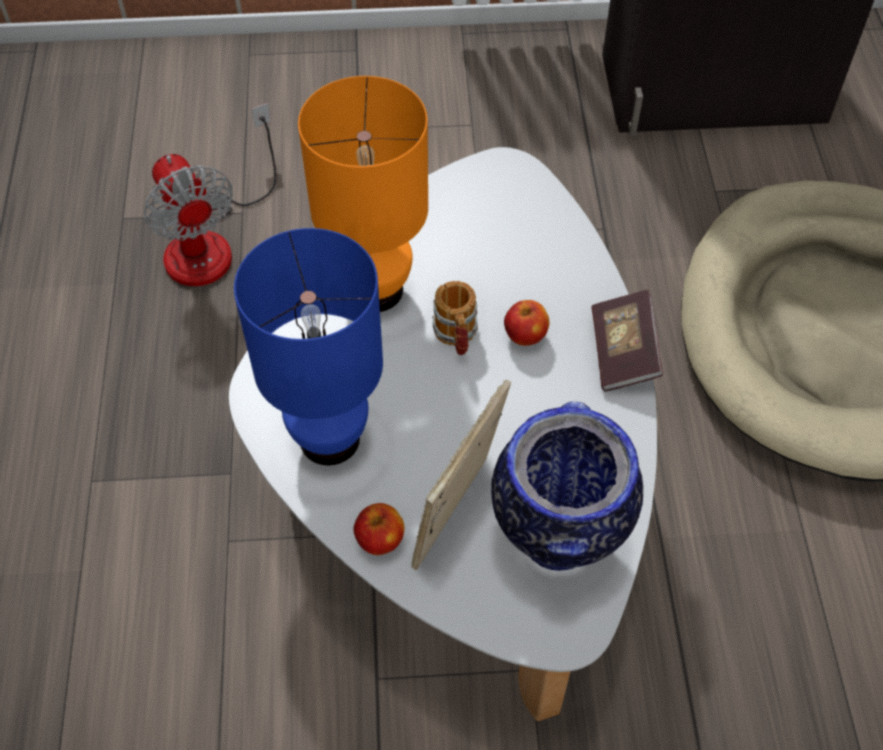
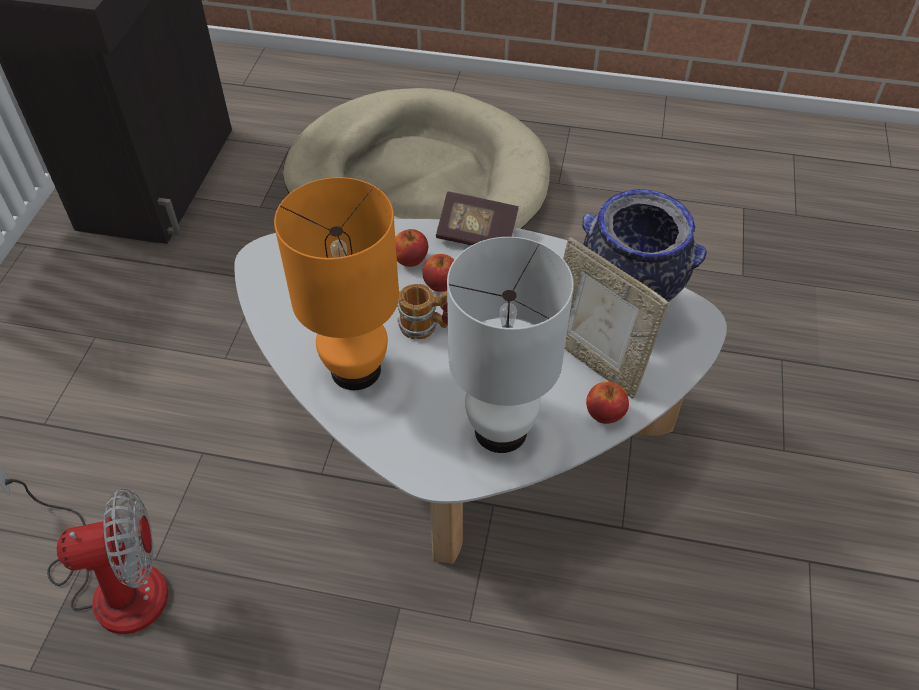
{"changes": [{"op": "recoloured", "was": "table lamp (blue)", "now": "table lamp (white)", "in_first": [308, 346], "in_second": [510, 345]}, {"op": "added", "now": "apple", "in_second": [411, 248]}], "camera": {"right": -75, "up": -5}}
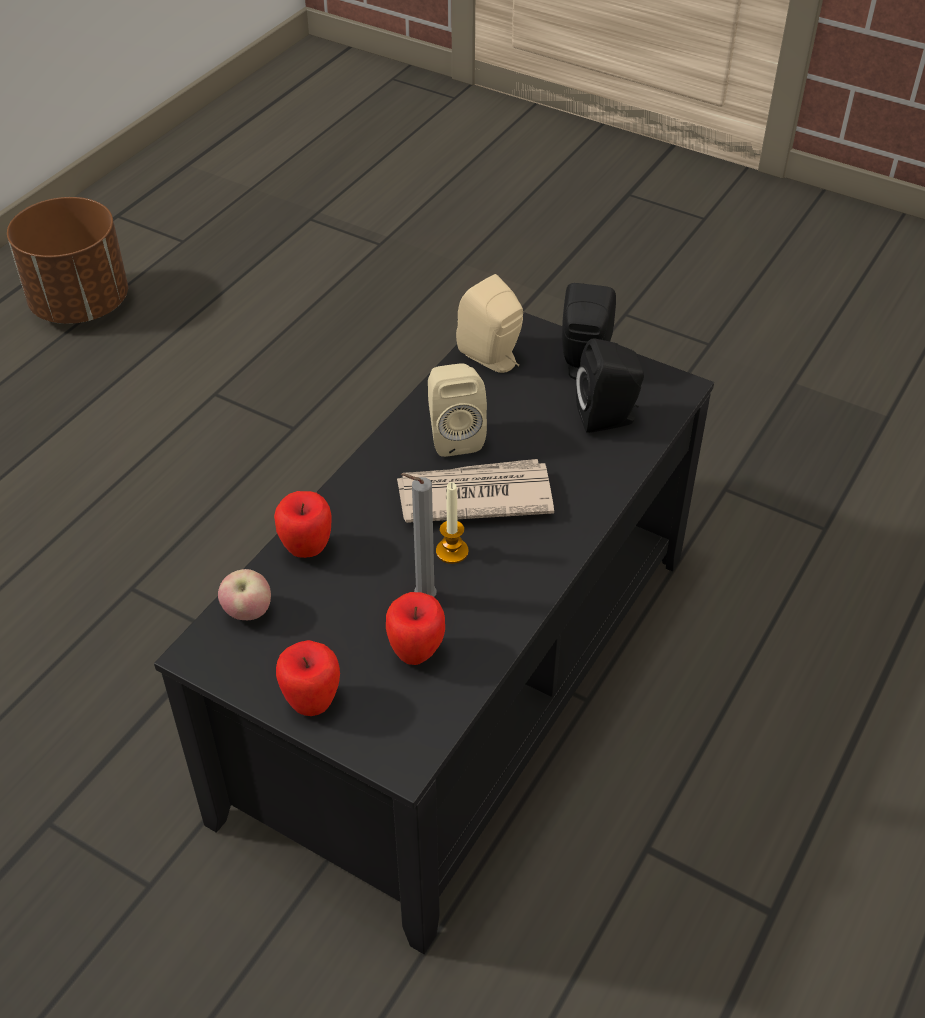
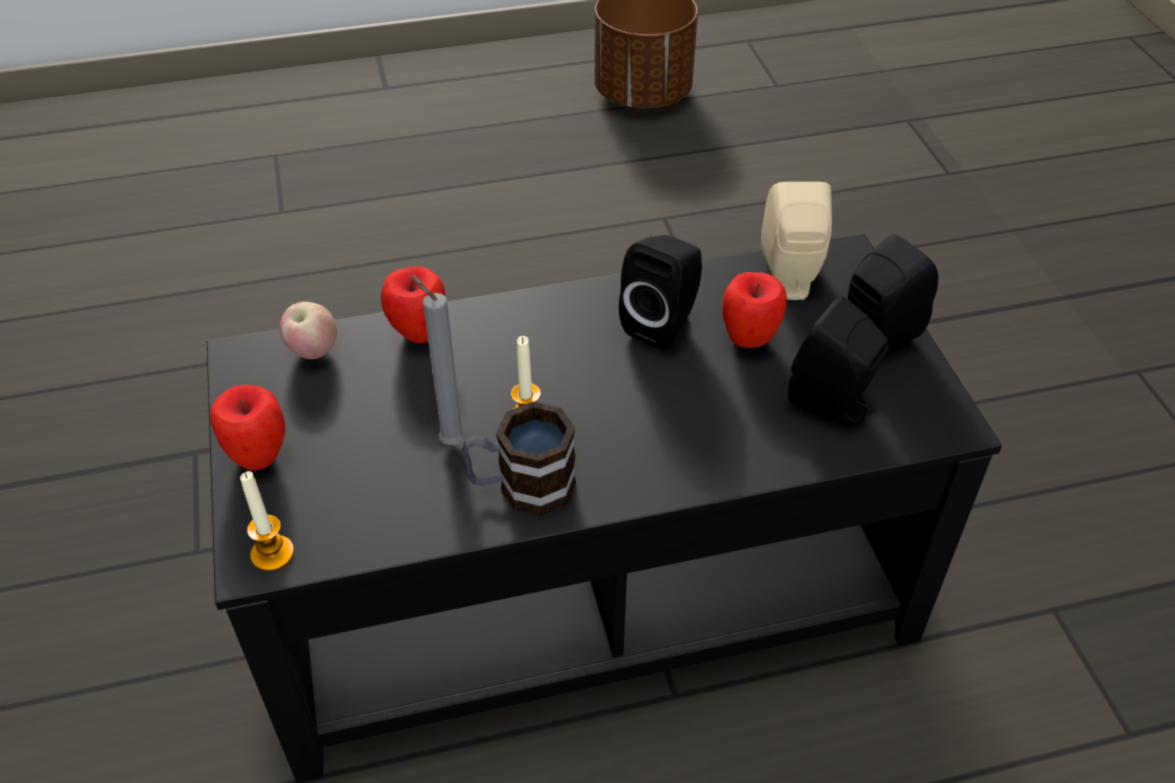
{"changes": [{"op": "recoloured", "was": "speaker (beige)", "now": "speaker (black)", "in_first": [457, 410], "in_second": [660, 292]}, {"op": "removed", "was": "newspaper", "in_first": [475, 491]}, {"op": "moved", "was": "apple", "in_first": [415, 628], "in_second": [754, 310]}, {"op": "added", "now": "mug", "in_second": [519, 459]}, {"op": "added", "now": "candle", "in_second": [267, 521]}], "camera": {"right": 45, "up": 0}}
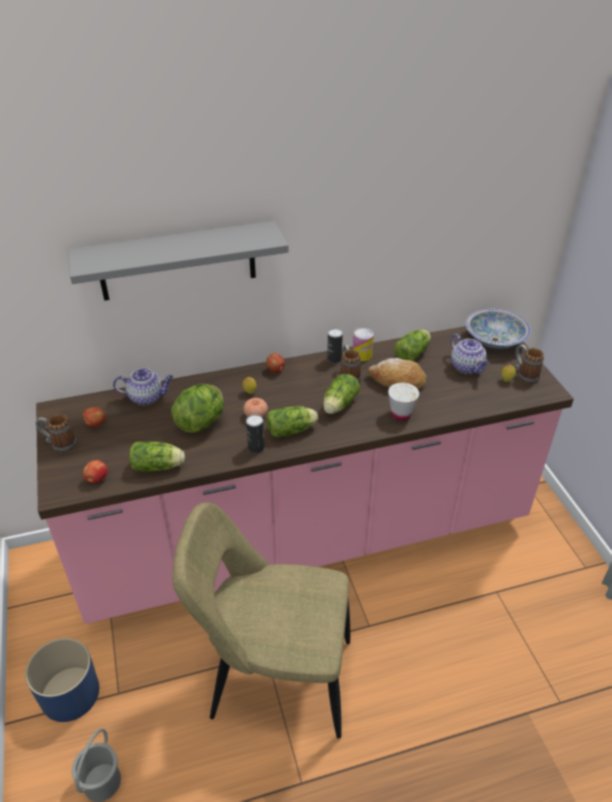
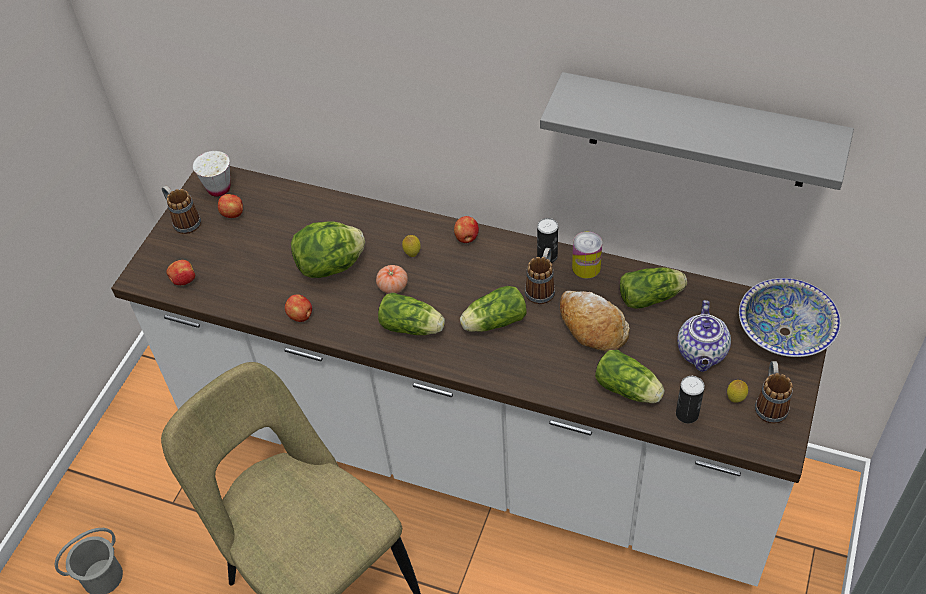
{"changes": [{"op": "moved", "was": "shelf (grey)", "in_first": [178, 261], "in_second": [697, 131]}, {"op": "recoloured", "was": "counter (pink)", "now": "counter (white)", "in_first": [305, 475], "in_second": [469, 376]}, {"op": "removed", "was": "teapot", "in_first": [143, 387]}, {"op": "moved", "was": "cup (white)", "in_first": [403, 402], "in_second": [211, 174]}, {"op": "moved", "was": "can", "in_first": [255, 433], "in_second": [690, 399]}, {"op": "moved", "was": "lettuce", "in_first": [157, 456], "in_second": [630, 376]}, {"op": "removed", "was": "planter (blue)", "in_first": [62, 680]}, {"op": "added", "now": "apple", "in_second": [298, 308]}], "camera": {"right": 40, "up": 10}}
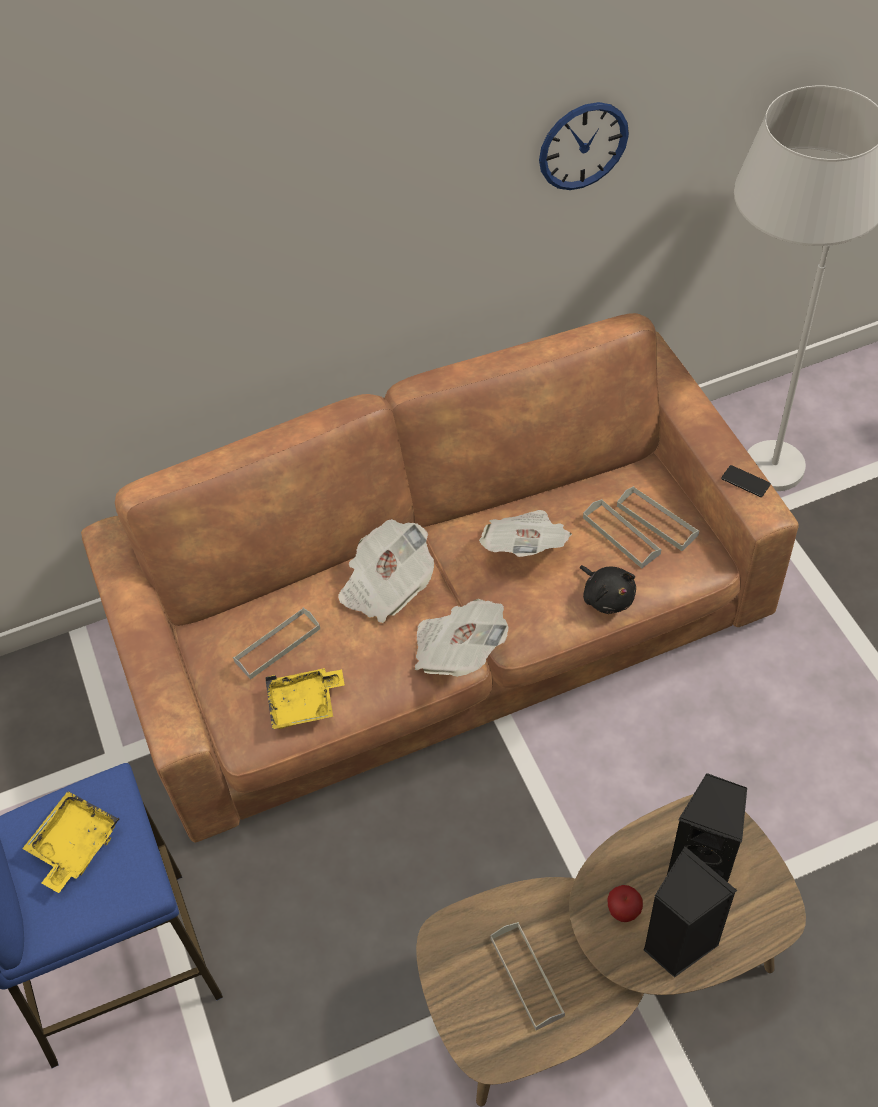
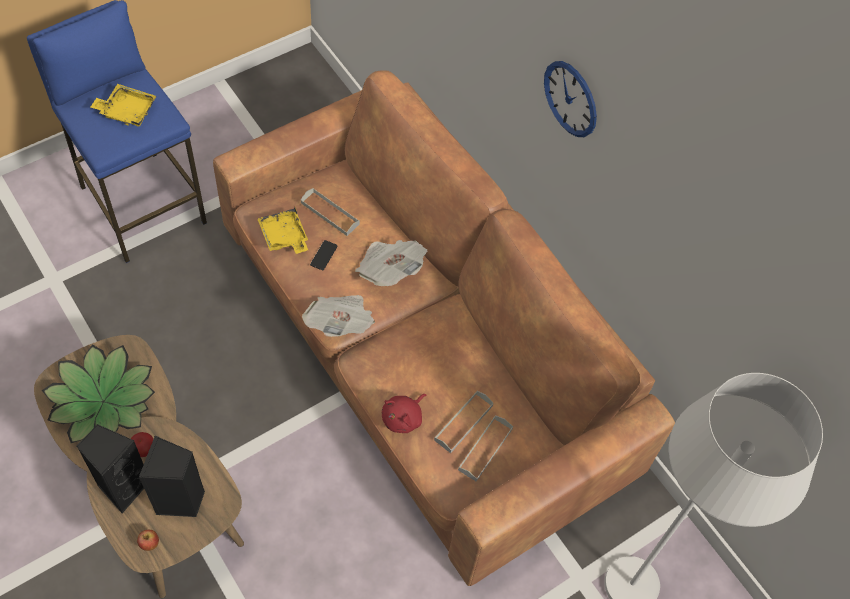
{"changes": [{"op": "moved", "was": "wall clock", "in_first": [584, 146], "in_second": [570, 99]}, {"op": "moved", "was": "phone", "in_first": [746, 481], "in_second": [324, 255]}, {"op": "removed", "was": "newspaper", "in_first": [525, 533]}, {"op": "recoloured", "was": "plush toy (black)", "now": "plush toy (red)", "in_first": [608, 589], "in_second": [404, 413]}, {"op": "replaced", "was": "tray (grey)", "now": "potted plant", "in_first": [527, 976], "in_second": [98, 394]}, {"op": "added", "now": "apple", "in_second": [148, 540]}], "camera": {"right": 70, "up": 5}}
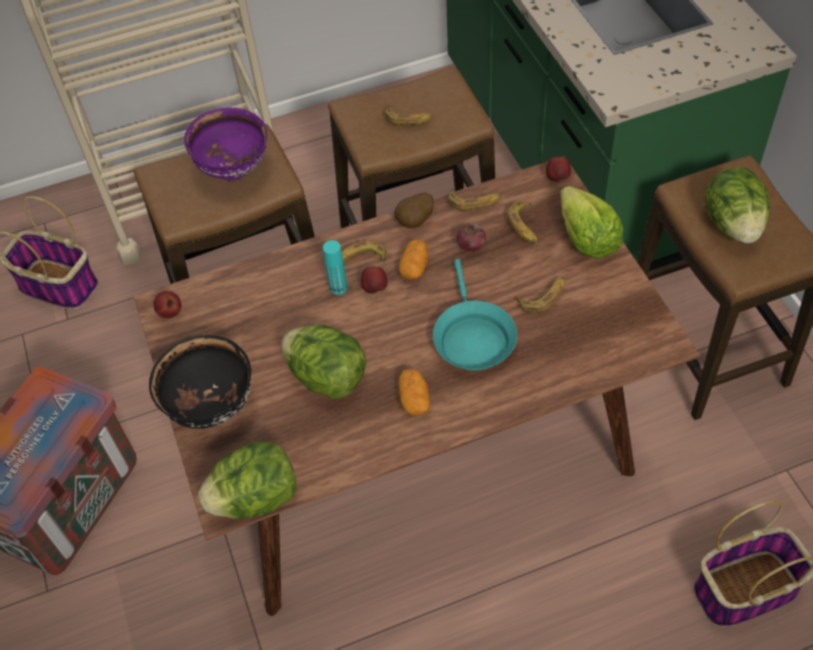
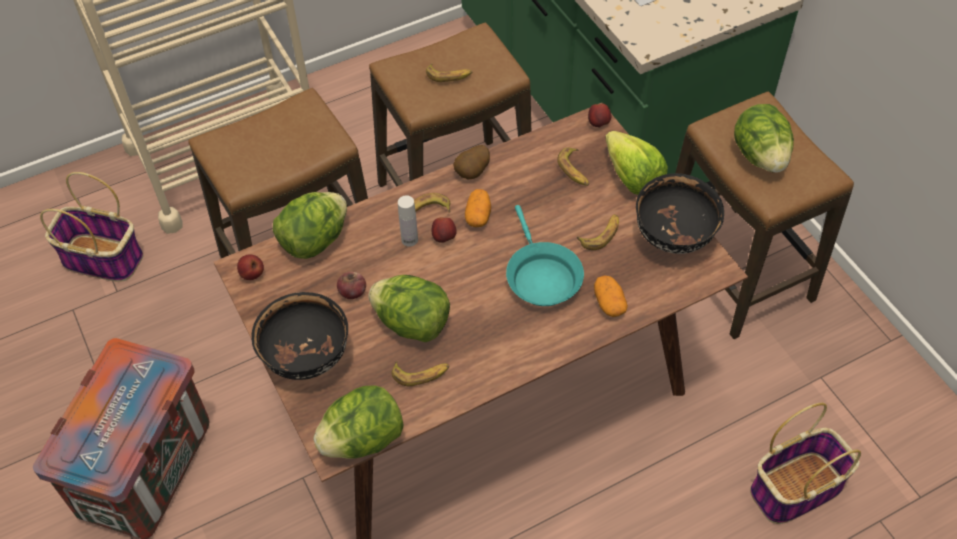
{"changes": [{"op": "removed", "was": "bowl (purple)", "in_first": [225, 144]}, {"op": "moved", "was": "banana", "in_first": [474, 200], "in_second": [421, 373]}, {"op": "moved", "was": "apple", "in_first": [471, 237], "in_second": [351, 285]}, {"op": "recoloured", "was": "bottle (turquoise)", "now": "bottle (white)", "in_first": [335, 267], "in_second": [408, 221]}, {"op": "moved", "was": "potato", "in_first": [414, 392], "in_second": [611, 296]}, {"op": "added", "now": "bowl (black)", "in_second": [680, 213]}, {"op": "added", "now": "lettuce", "in_second": [310, 225]}], "camera": {"right": -10, "up": 0}}
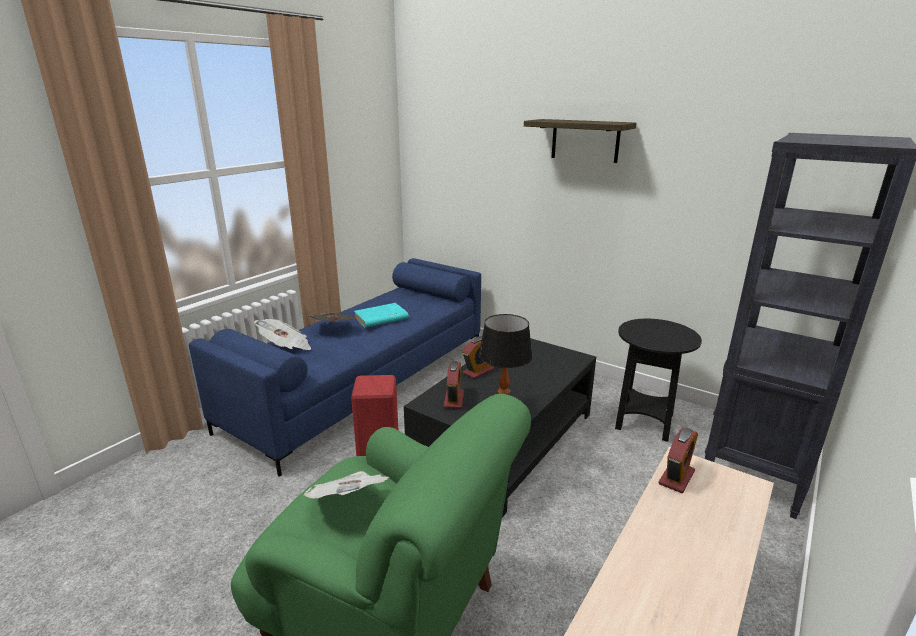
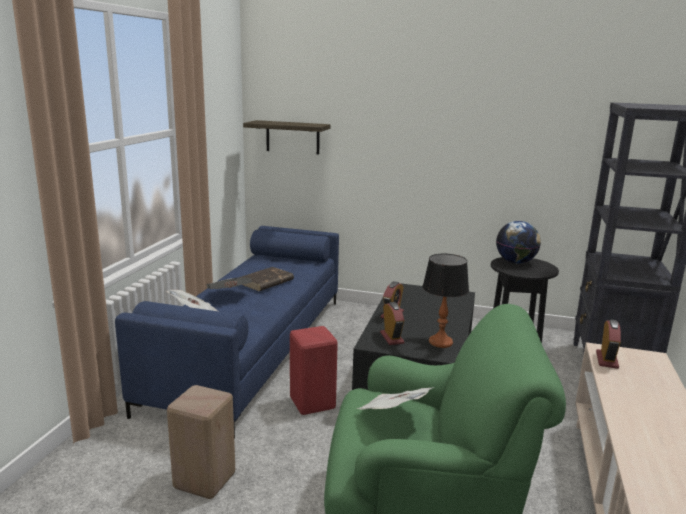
{"changes": [{"op": "moved", "was": "shelf", "in_first": [580, 141], "in_second": [287, 137]}, {"op": "recoloured", "was": "book (turquoise)", "now": "book (brown)", "in_first": [381, 315], "in_second": [267, 279]}, {"op": "added", "now": "globe", "in_second": [518, 242]}, {"op": "added", "now": "stool (beige)", "in_second": [201, 442]}], "camera": {"right": -20, "up": -5}}
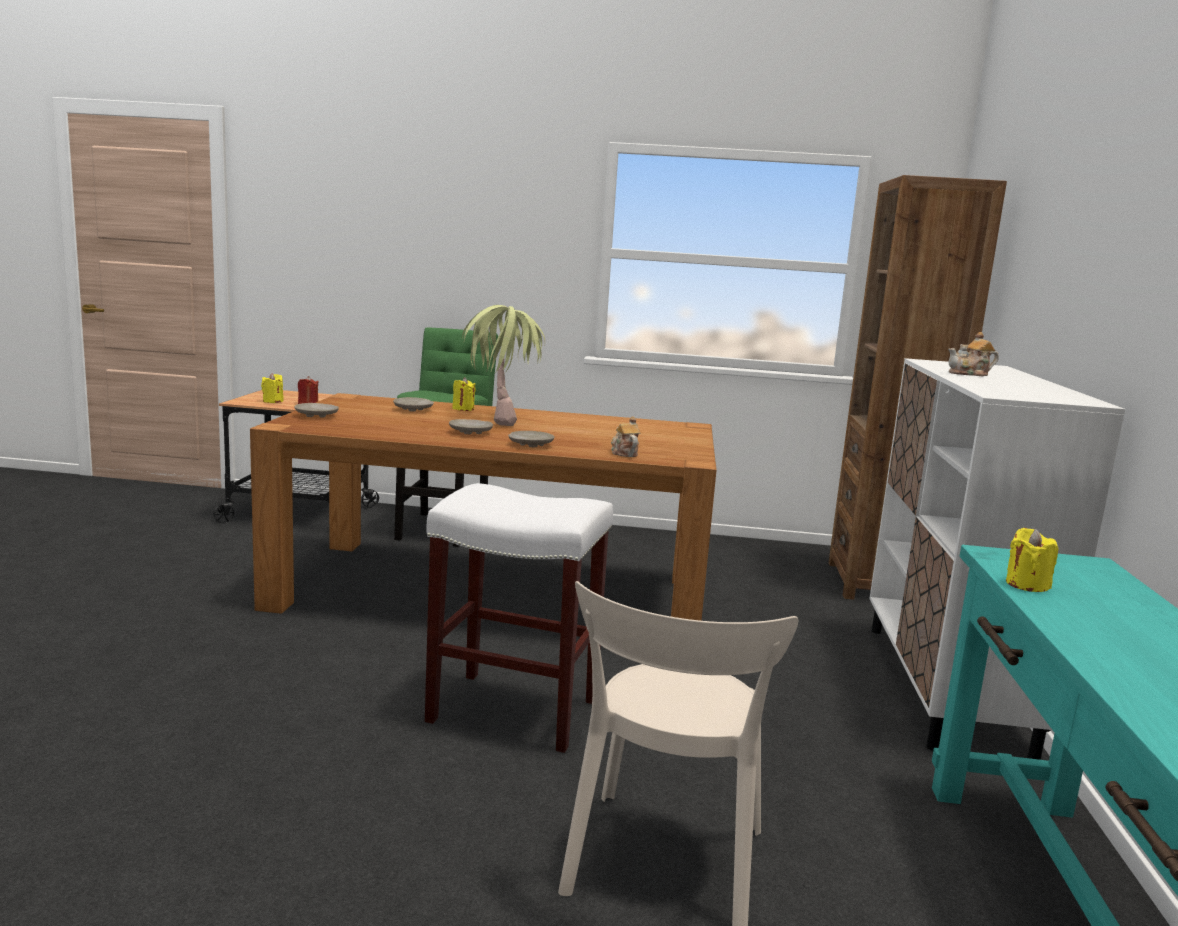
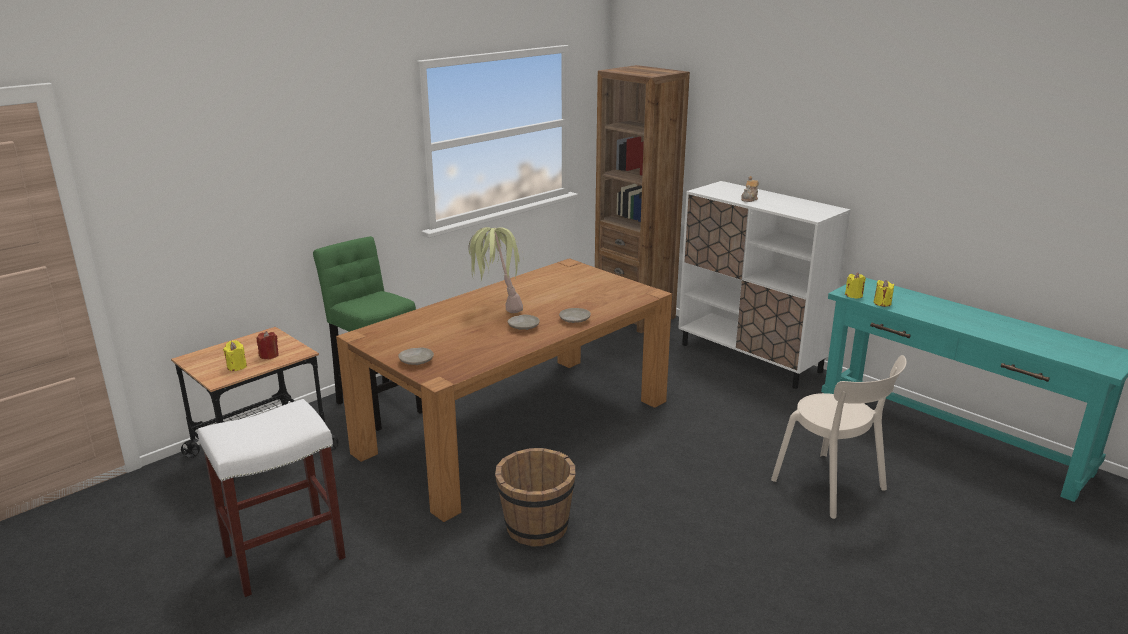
{"changes": [{"op": "moved", "was": "candle (yellow)", "in_first": [464, 394], "in_second": [855, 286]}, {"op": "removed", "was": "plate (beige)", "in_first": [413, 404]}, {"op": "removed", "was": "teapot", "in_first": [625, 436]}, {"op": "moved", "was": "stool (white)", "in_first": [519, 618], "in_second": [272, 498]}, {"op": "added", "now": "bucket (brown)", "in_second": [535, 497]}], "camera": {"right": -50, "up": 10}}
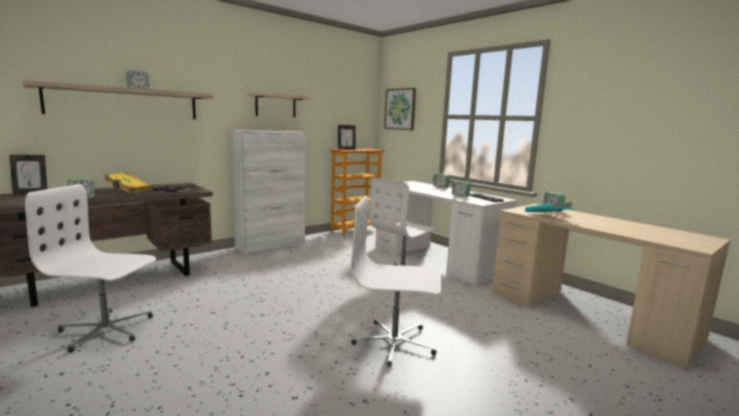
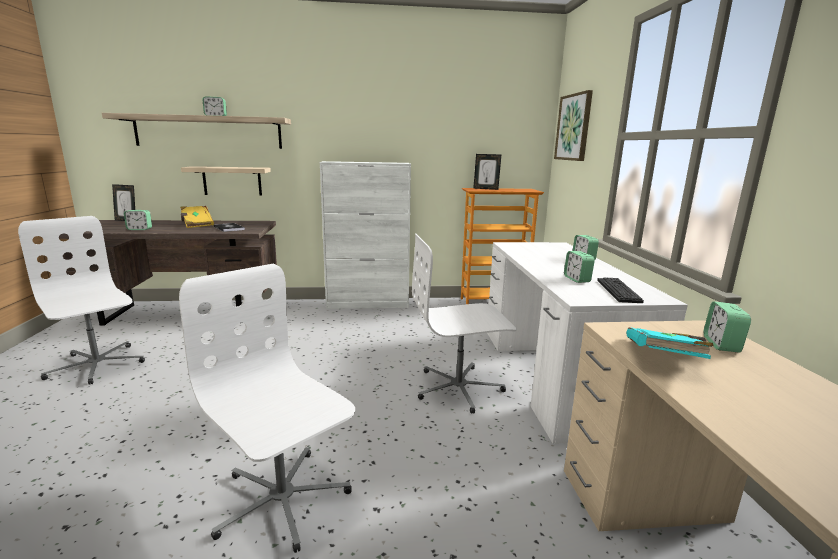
{"changes": [{"op": "moved", "was": "shelf (beige)", "in_first": [279, 104], "in_second": [226, 181]}], "camera": {"right": 35, "up": 5}}
